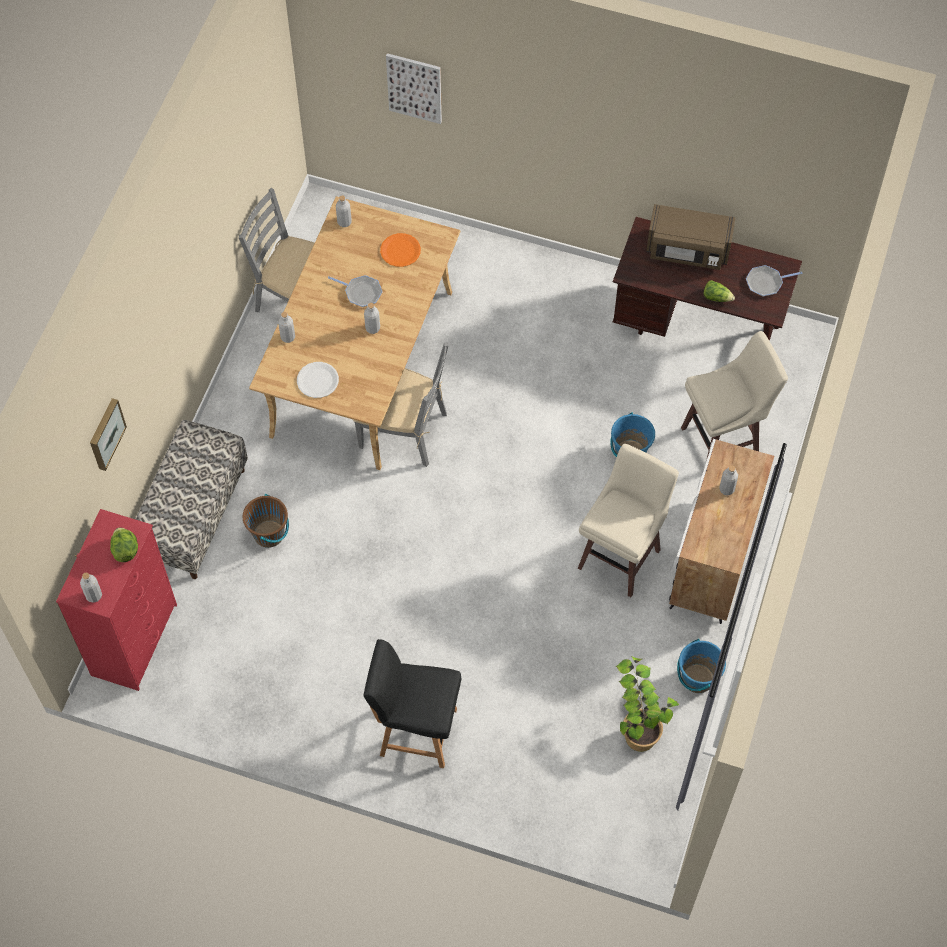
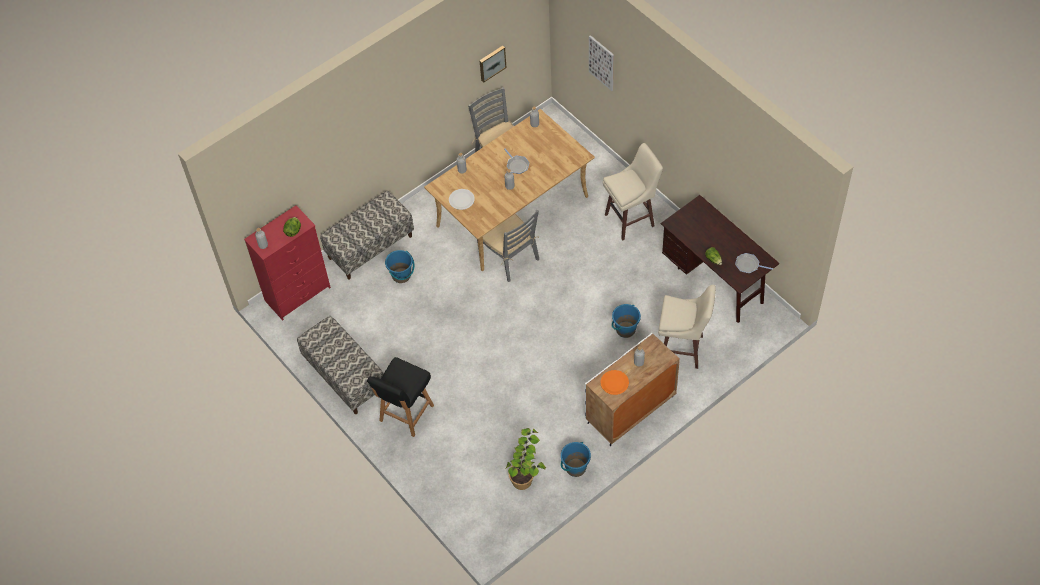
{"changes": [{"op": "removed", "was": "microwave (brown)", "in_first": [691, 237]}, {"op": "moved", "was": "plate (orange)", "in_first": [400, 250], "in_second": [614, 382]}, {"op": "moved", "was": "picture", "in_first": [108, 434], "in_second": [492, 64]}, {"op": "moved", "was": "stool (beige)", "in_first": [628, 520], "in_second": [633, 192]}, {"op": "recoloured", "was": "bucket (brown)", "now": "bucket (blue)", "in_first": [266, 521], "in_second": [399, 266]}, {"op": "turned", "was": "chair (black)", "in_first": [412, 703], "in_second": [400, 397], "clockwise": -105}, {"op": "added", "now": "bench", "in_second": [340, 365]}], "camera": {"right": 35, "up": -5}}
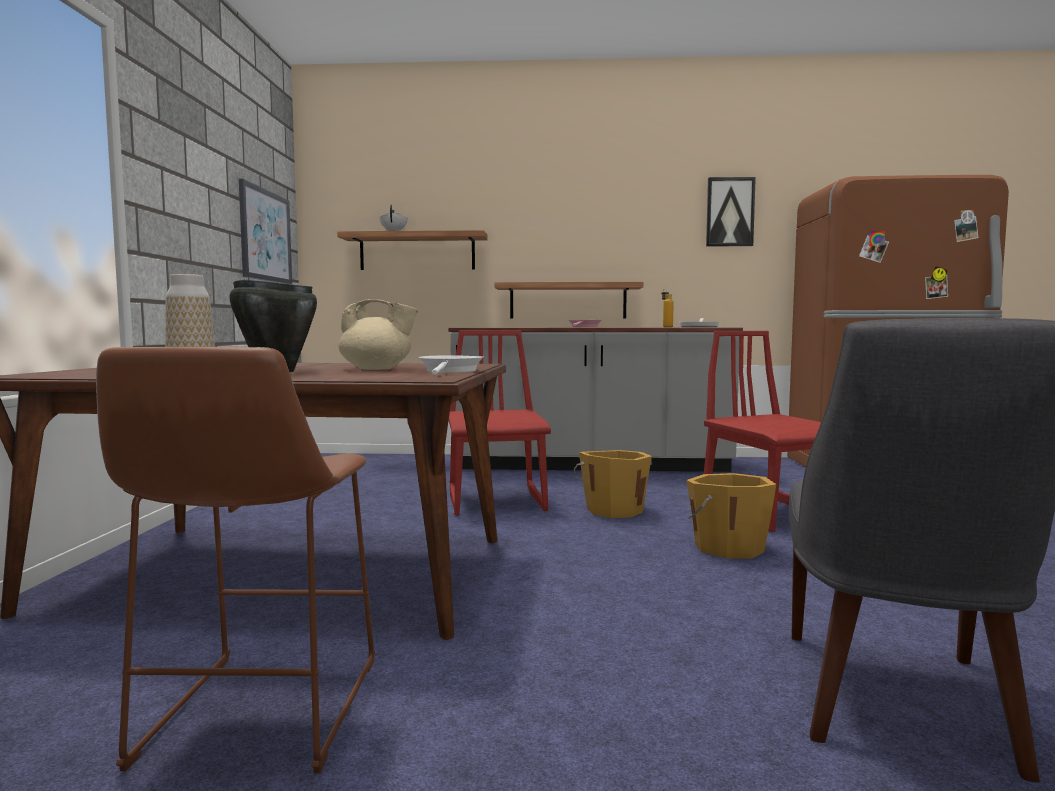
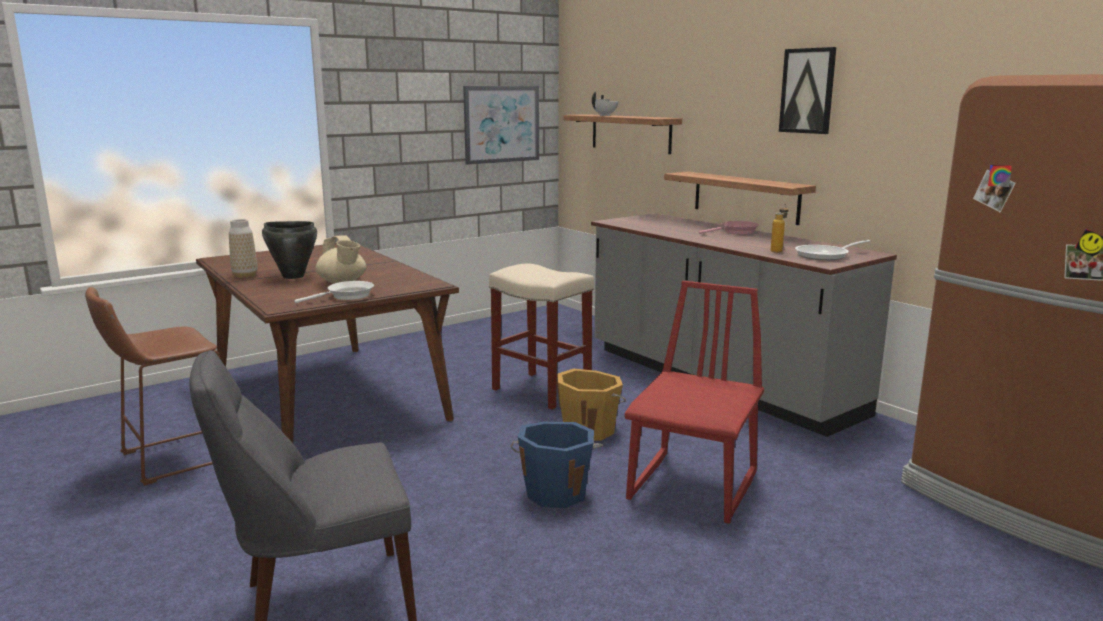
{"changes": [{"op": "moved", "was": "picture", "in_first": [731, 212], "in_second": [807, 90]}, {"op": "replaced", "was": "chair (red)", "now": "stool (beige)", "in_first": [500, 422], "in_second": [541, 336]}, {"op": "recoloured", "was": "bucket (orange)", "now": "bucket (blue)", "in_first": [731, 516], "in_second": [556, 465]}], "camera": {"right": 50, "up": 10}}
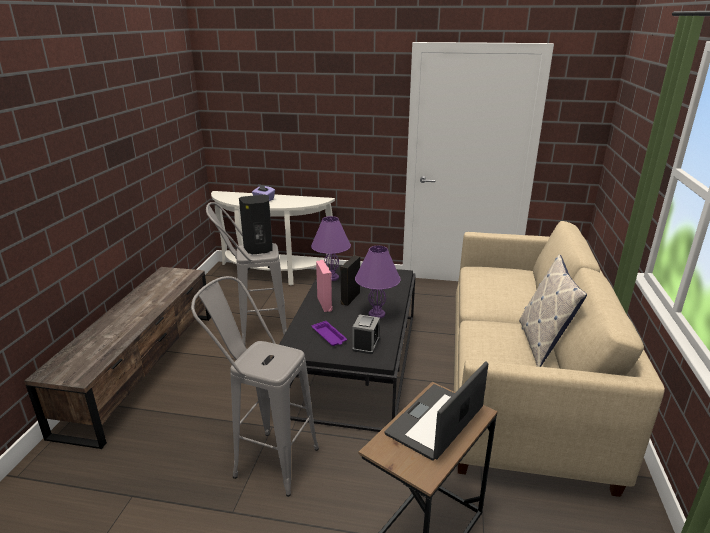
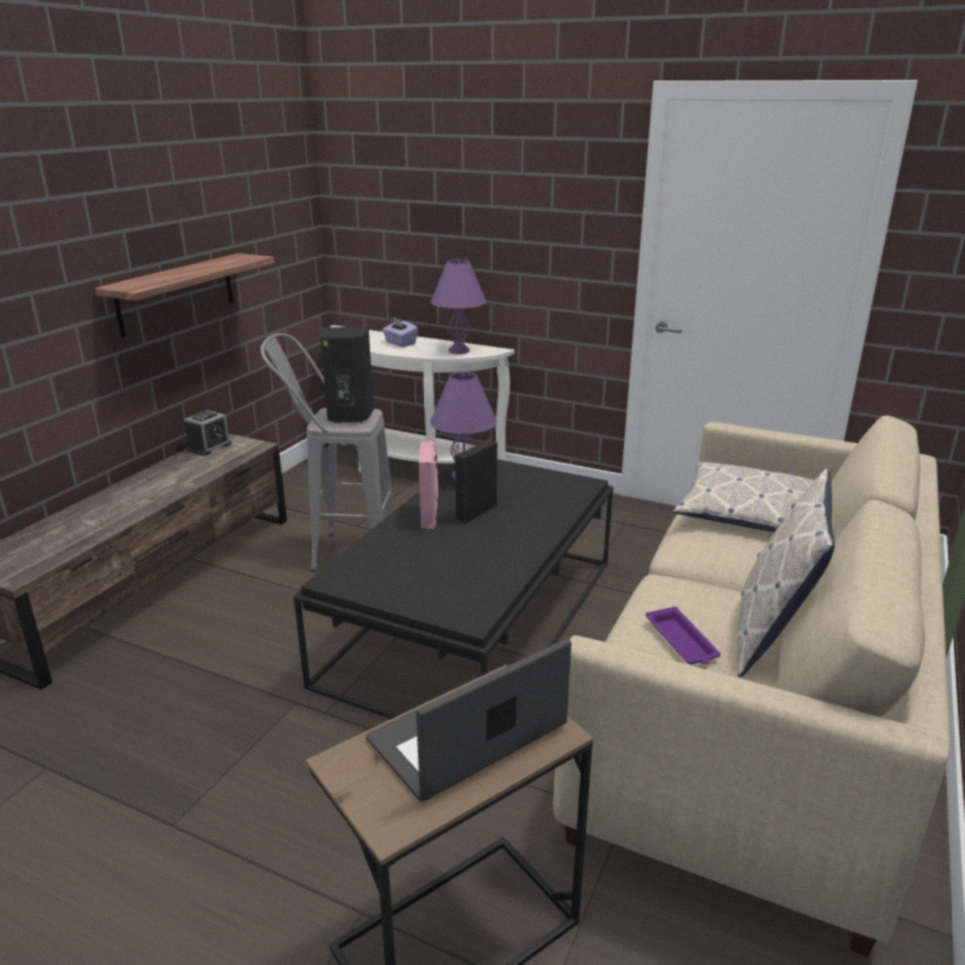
{"changes": [{"op": "moved", "was": "table lamp (purple)", "in_first": [378, 282], "in_second": [459, 306]}, {"op": "removed", "was": "stool (grey)", "in_first": [255, 386]}, {"op": "moved", "was": "alarm clock", "in_first": [366, 334], "in_second": [207, 433]}, {"op": "moved", "was": "tray (purple)", "in_first": [329, 333], "in_second": [683, 635]}, {"op": "added", "now": "shelf", "in_second": [184, 295]}, {"op": "added", "now": "pillow", "in_second": [743, 497]}], "camera": {"right": 15, "up": 0}}
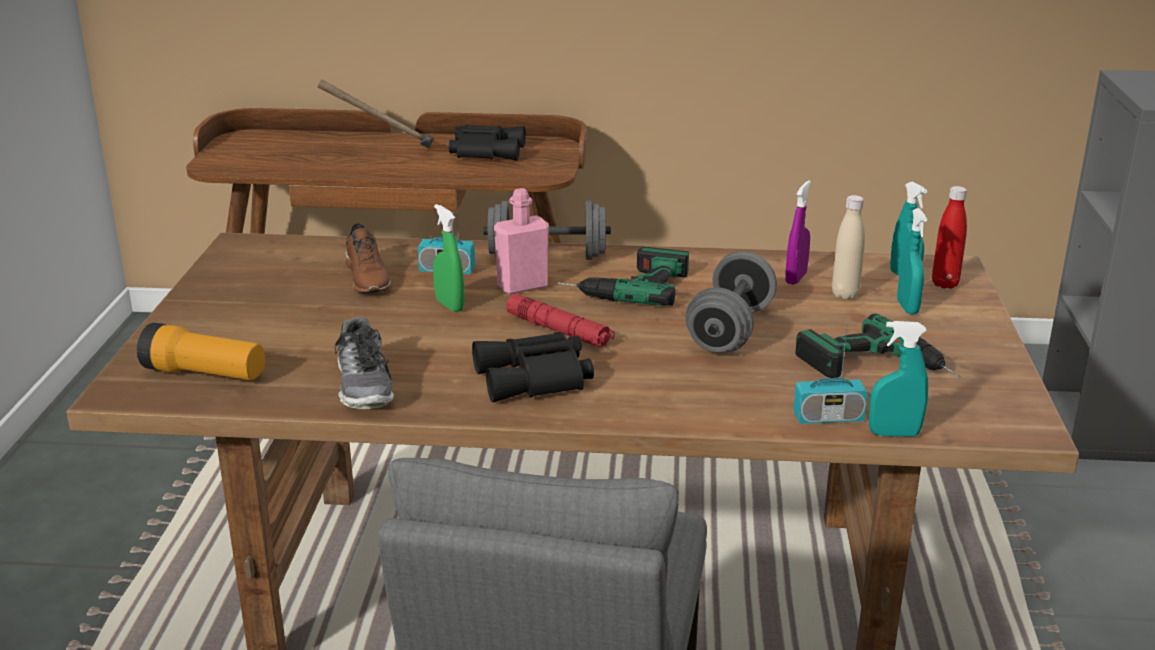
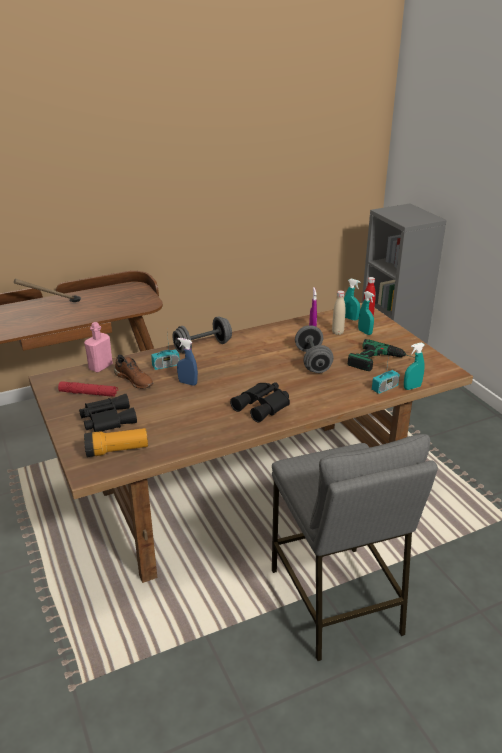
{"changes": [{"op": "moved", "was": "binoculars (black)", "in_first": [487, 143], "in_second": [108, 413]}, {"op": "moved", "was": "bottle (pink)", "in_first": [521, 241], "in_second": [98, 347]}, {"op": "recoloured", "was": "spray bottle (green)", "now": "spray bottle (blue)", "in_first": [448, 258], "in_second": [187, 362]}, {"op": "removed", "was": "power drill", "in_first": [623, 276]}, {"op": "moved", "was": "flashlight (red)", "in_first": [560, 321], "in_second": [88, 389]}, {"op": "removed", "was": "shoe", "in_first": [364, 363]}], "camera": {"right": -30, "up": 5}}
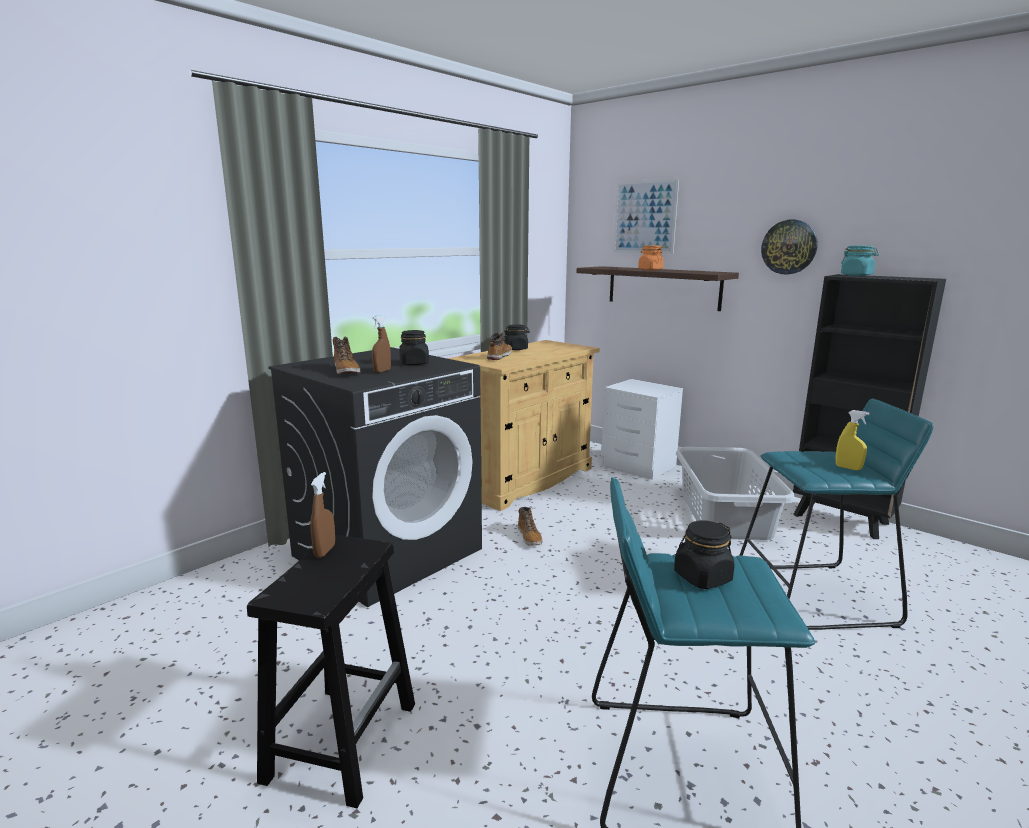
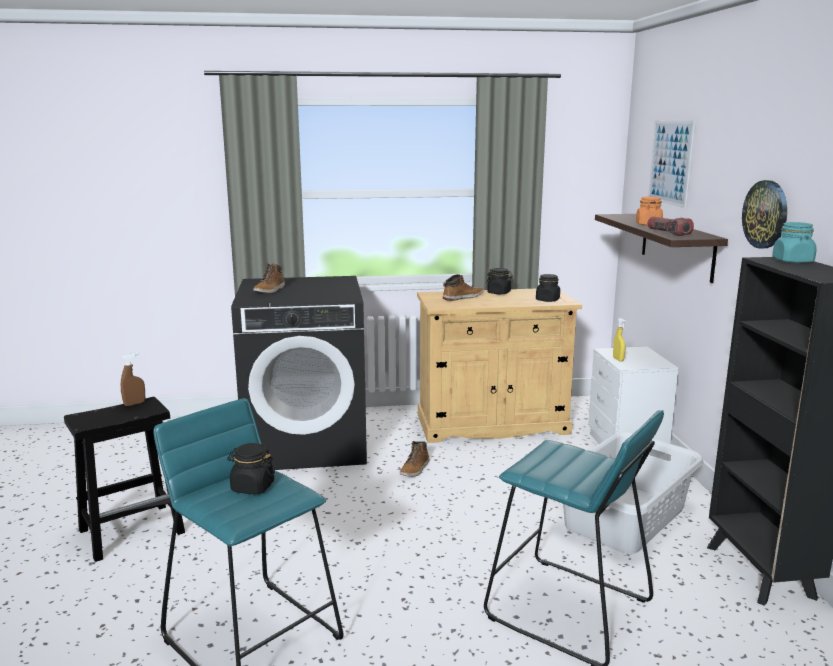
{"changes": [{"op": "removed", "was": "spray bottle (brown)", "in_first": [381, 344]}, {"op": "moved", "was": "jar (black)", "in_first": [414, 347], "in_second": [548, 288]}, {"op": "moved", "was": "spray bottle (yellow)", "in_first": [853, 440], "in_second": [619, 339]}, {"op": "added", "now": "flashlight", "in_second": [670, 226]}], "camera": {"right": 40, "up": 0}}
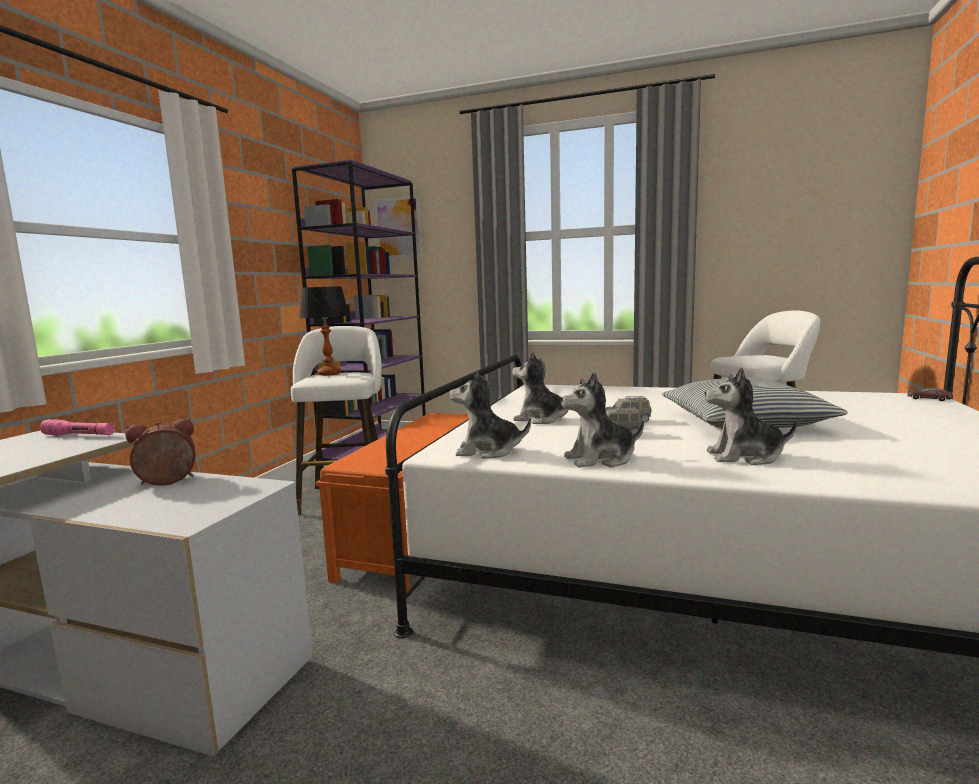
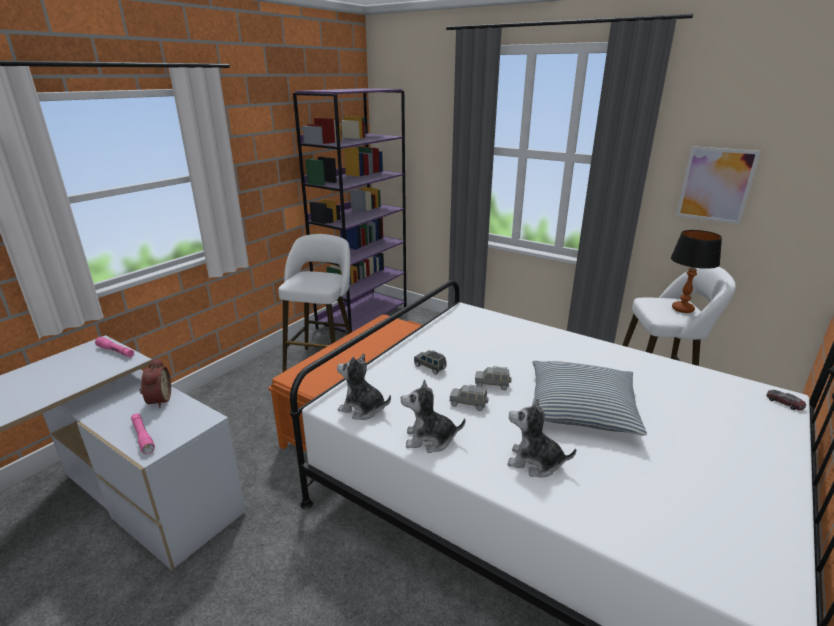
{"changes": [{"op": "moved", "was": "picture", "in_first": [398, 227], "in_second": [718, 185]}, {"op": "moved", "was": "table lamp", "in_first": [324, 331], "in_second": [696, 271]}, {"op": "replaced", "was": "plush toy", "now": "toy car (grey)", "in_first": [540, 388], "in_second": [430, 362]}, {"op": "turned", "was": "alarm clock", "in_first": [160, 452], "in_second": [155, 383], "clockwise": 90}, {"op": "added", "now": "flashlight (pink)", "in_second": [143, 433]}], "camera": {"right": 15, "up": 15}}
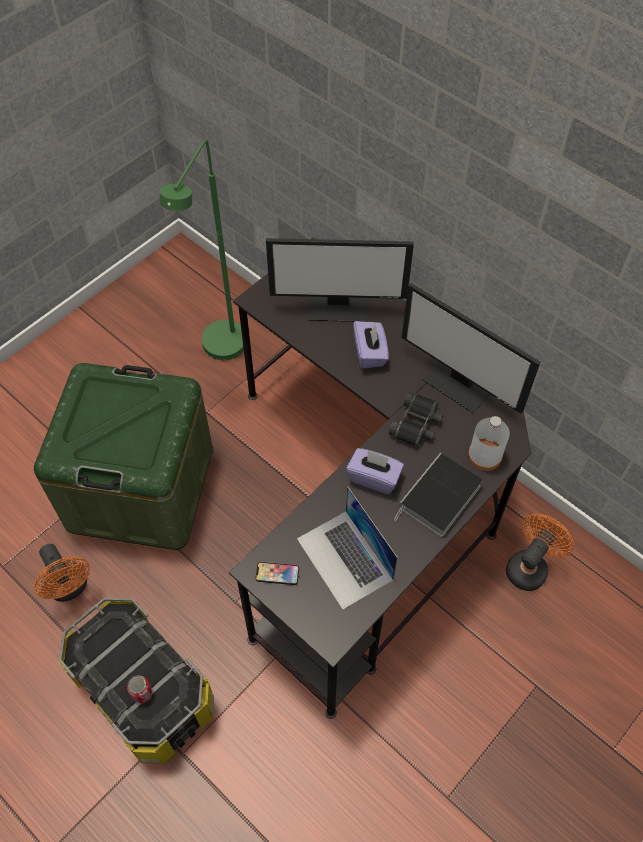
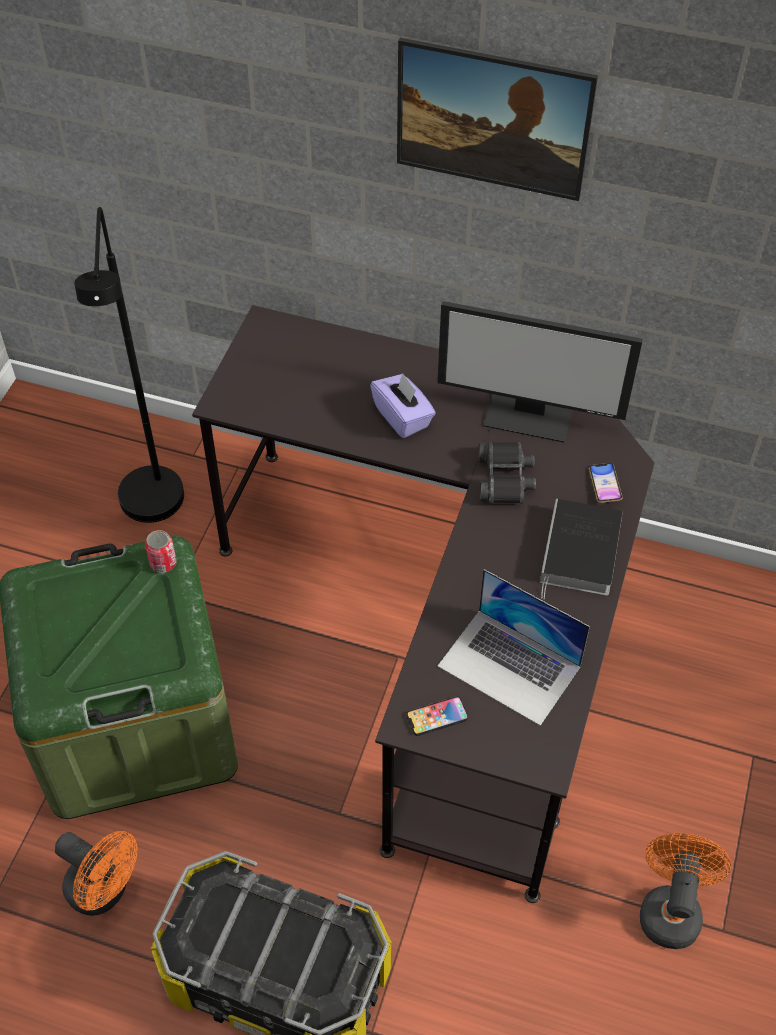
{"changes": [{"op": "recoloured", "was": "floor lamp (green)", "now": "floor lamp (black)", "in_first": [202, 250], "in_second": [129, 365]}, {"op": "removed", "was": "monitor", "in_first": [340, 280]}, {"op": "replaced", "was": "bottle (white)", "now": "phone", "in_first": [489, 443], "in_second": [606, 483]}, {"op": "removed", "was": "tissue box (purple)", "in_first": [375, 471]}, {"op": "moved", "was": "fan (orange)", "in_first": [540, 552], "in_second": [685, 891]}, {"op": "moved", "was": "can", "in_first": [140, 689], "in_second": [161, 551]}, {"op": "added", "now": "picture", "in_second": [497, 119]}], "camera": {"right": -25, "up": -5}}
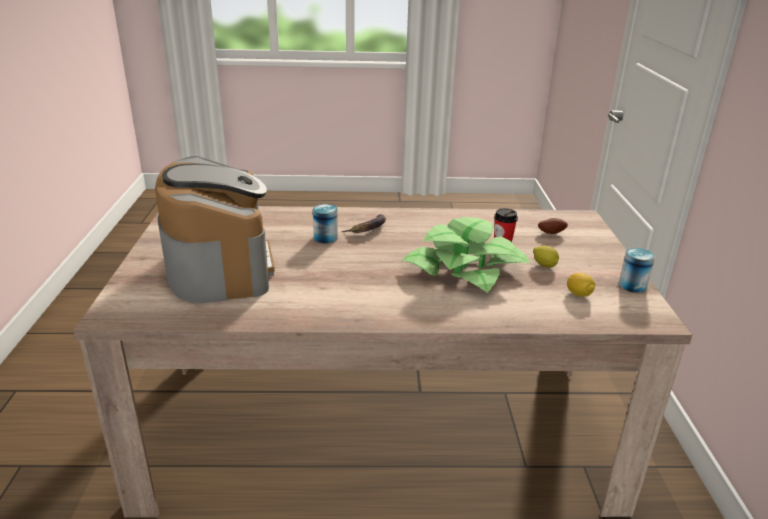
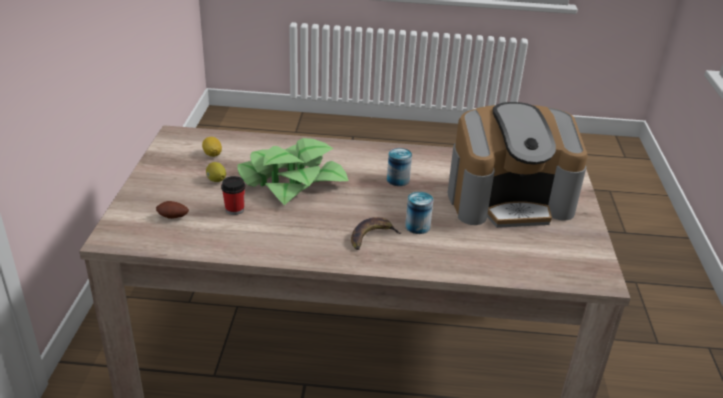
{"changes": [{"op": "turned", "was": "coffee machine", "in_first": [215, 229], "in_second": [517, 165], "clockwise": -90}, {"op": "moved", "was": "can", "in_first": [636, 270], "in_second": [399, 167]}], "camera": {"right": -175, "up": 5}}
